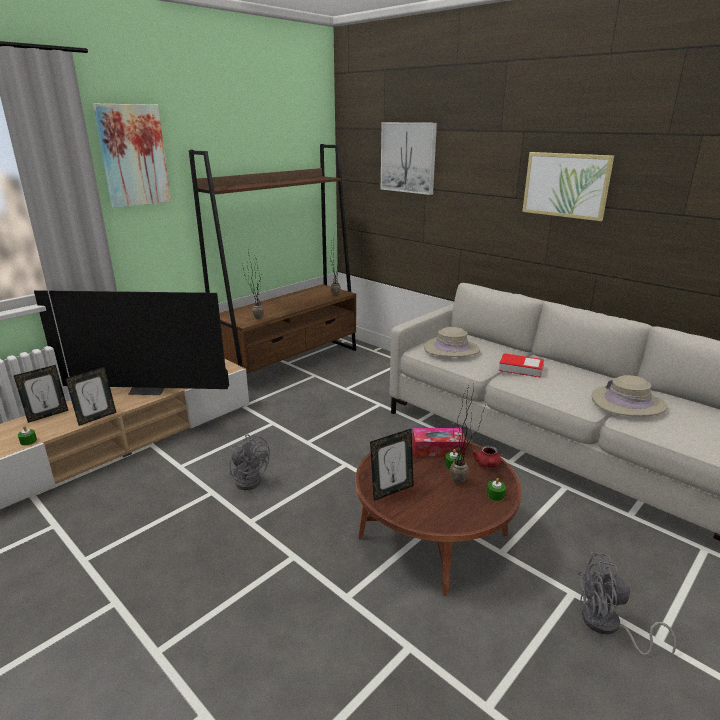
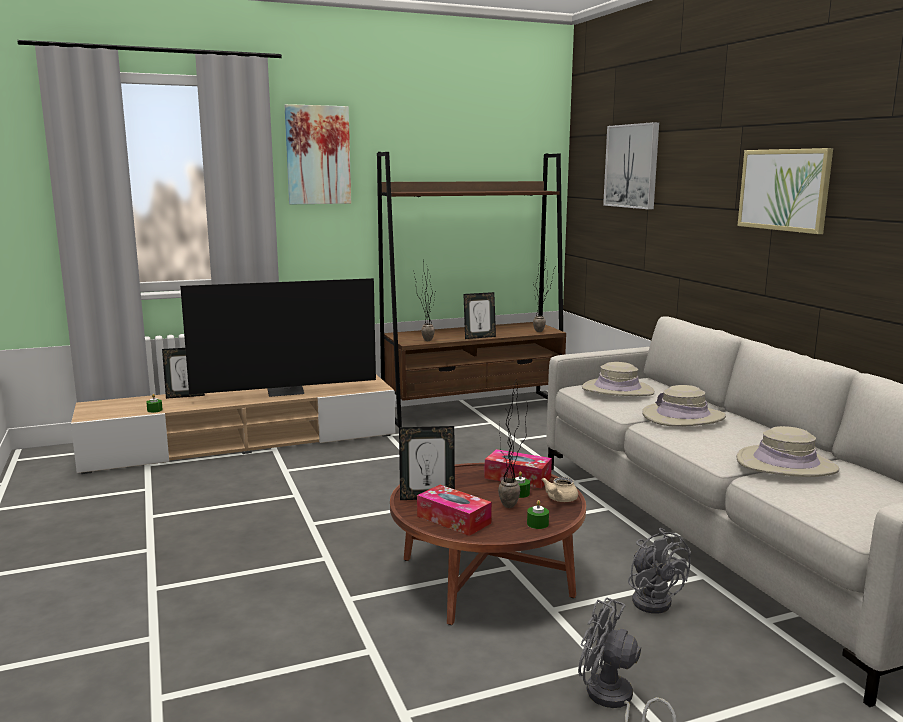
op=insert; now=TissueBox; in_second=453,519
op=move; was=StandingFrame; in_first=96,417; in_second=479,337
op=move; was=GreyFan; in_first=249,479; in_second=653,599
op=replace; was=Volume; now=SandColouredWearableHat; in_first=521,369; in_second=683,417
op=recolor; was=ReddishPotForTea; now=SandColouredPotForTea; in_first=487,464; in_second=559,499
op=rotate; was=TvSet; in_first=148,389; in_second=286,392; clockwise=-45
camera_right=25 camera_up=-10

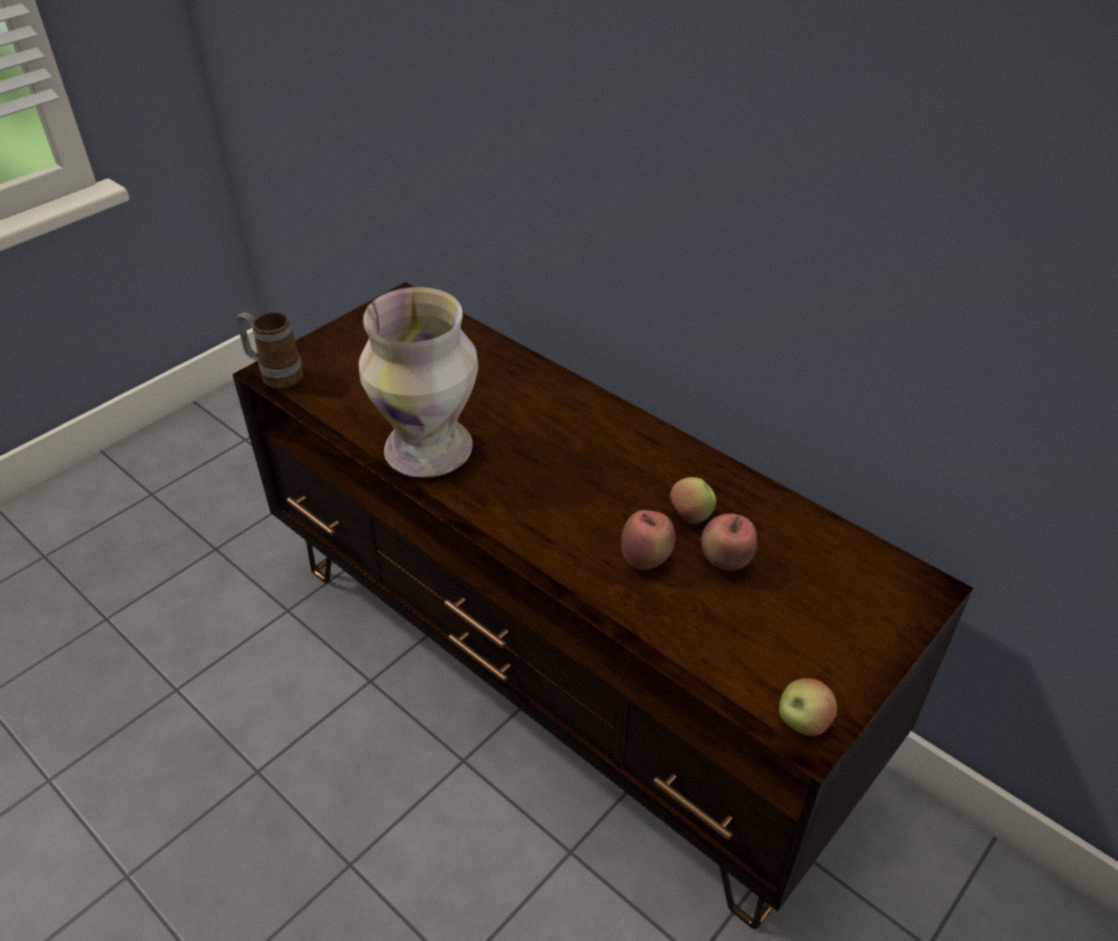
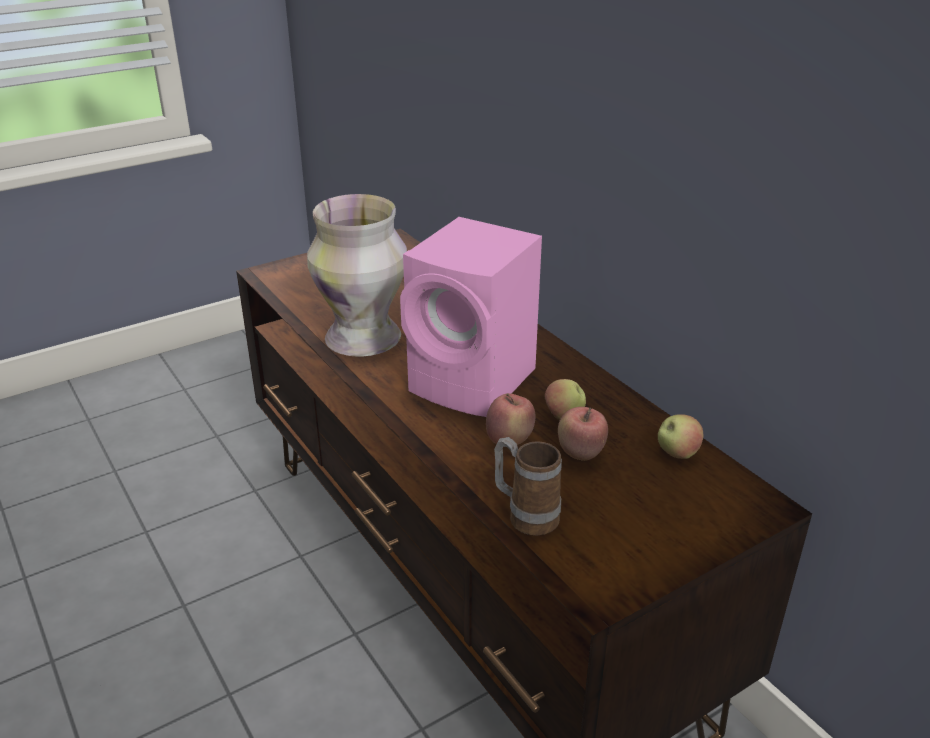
op=insert; now=PinkColouredSpeaker; in_second=476,383
op=move; was=CoffeeMug; in_first=275,375; in_second=525,515
op=move; was=WholeApple; in_first=802,722; in_second=677,453
camera_right=15 camera_up=-10

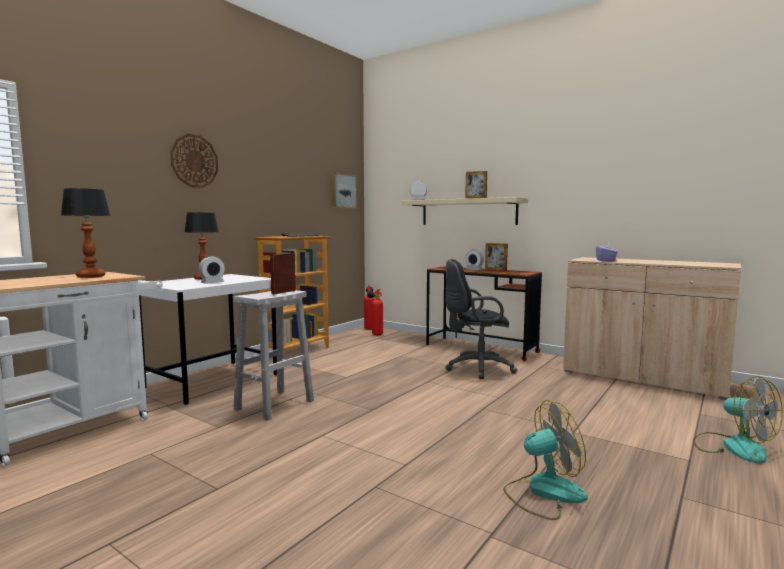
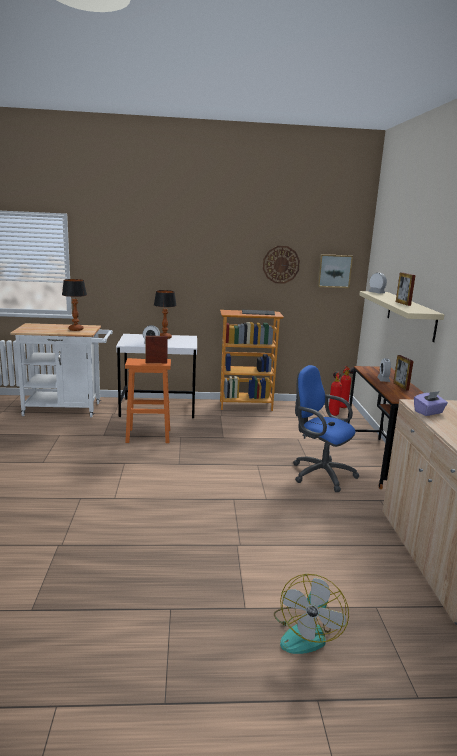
op=delete; was=Fan; in_first=543,492
op=move; was=WallClock; in_first=194,161; in_second=281,264
op=recolor; was=WhiteColouredStool; now=OrangeyStool; in_first=273,405; in_second=147,436
op=recolor; was=BlackColouredOfficeChair; now=BluishOfficeChair; in_first=476,368; in_second=319,474
camera_right=50 camera_up=10

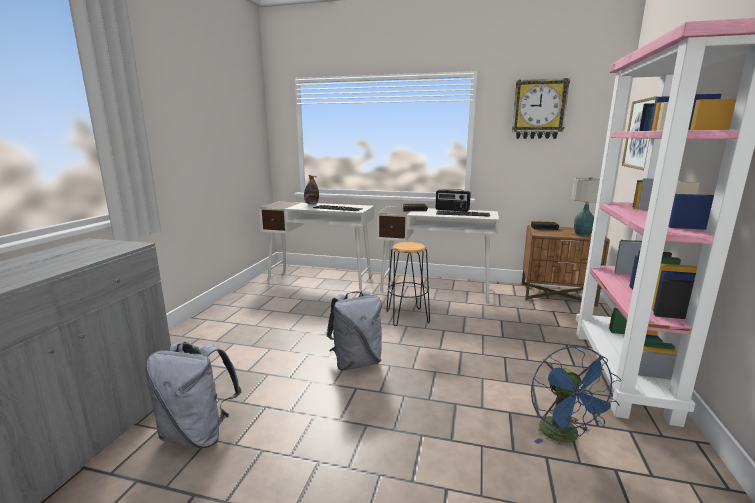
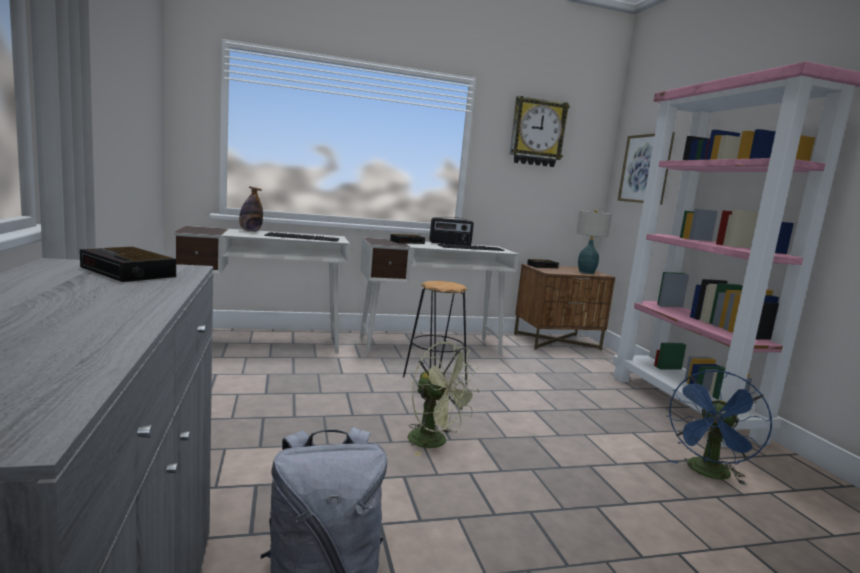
op=insert; now=TableClock; in_second=129,272
op=replace; was=GreyKnapsack; now=GreenishFan; in_first=356,362; in_second=435,442
op=rotate; was=BluishFan; in_first=565,436; in_second=708,474; clockwise=75
camera_right=-30 camera_up=-5

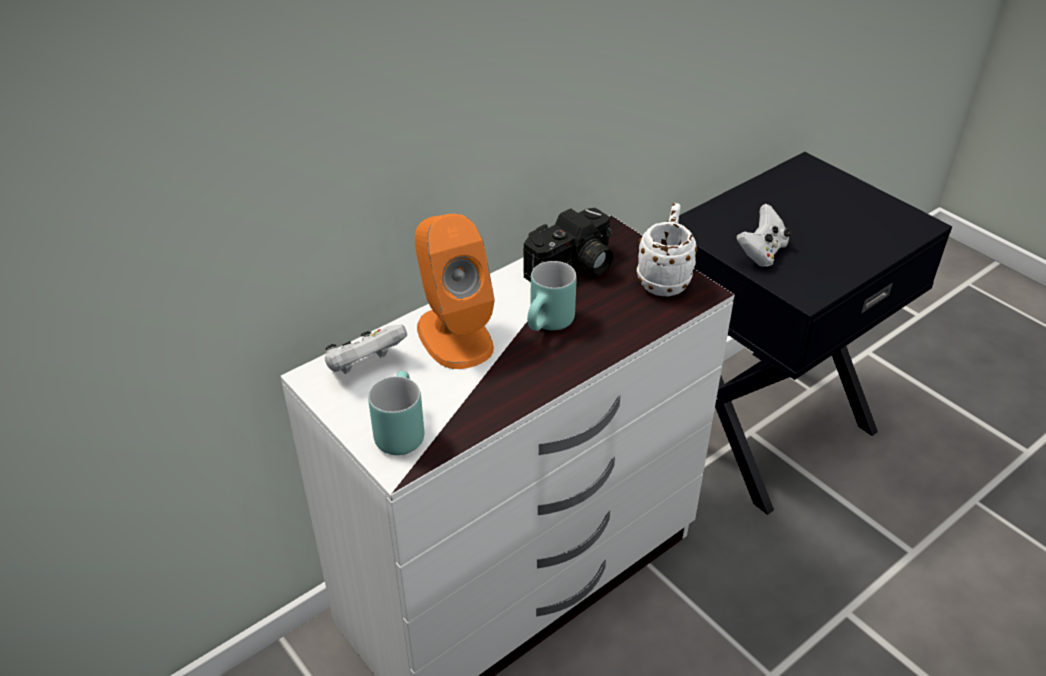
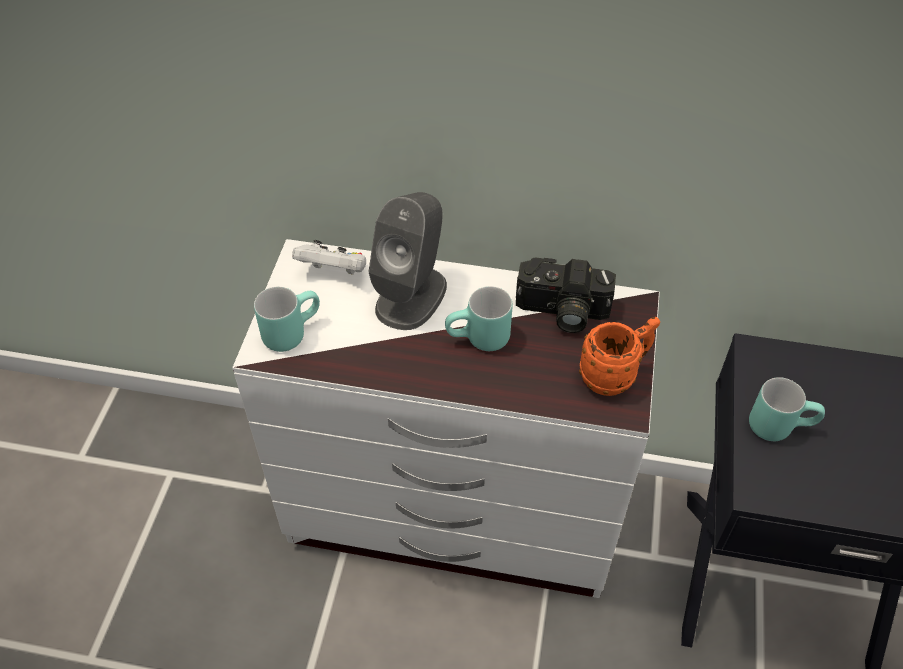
op=replace; was=WhiteColouredGamepad; now=TurquoiseColouredCoffeeMug; in_first=761,253; in_second=779,424
op=recolor; was=OrangeySpeaker; now=GreySpeaker; in_first=454,336; in_second=411,296
op=recolor; was=WhiteColouredCoffeeMug; now=OrangeyCoffeeMug; in_first=664,278; in_second=615,375
camera_right=50 camera_up=10

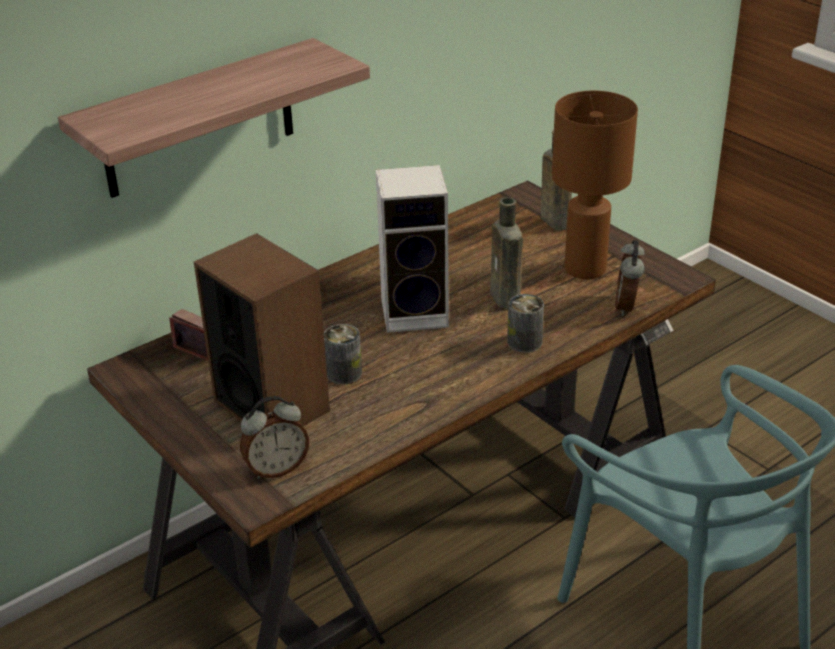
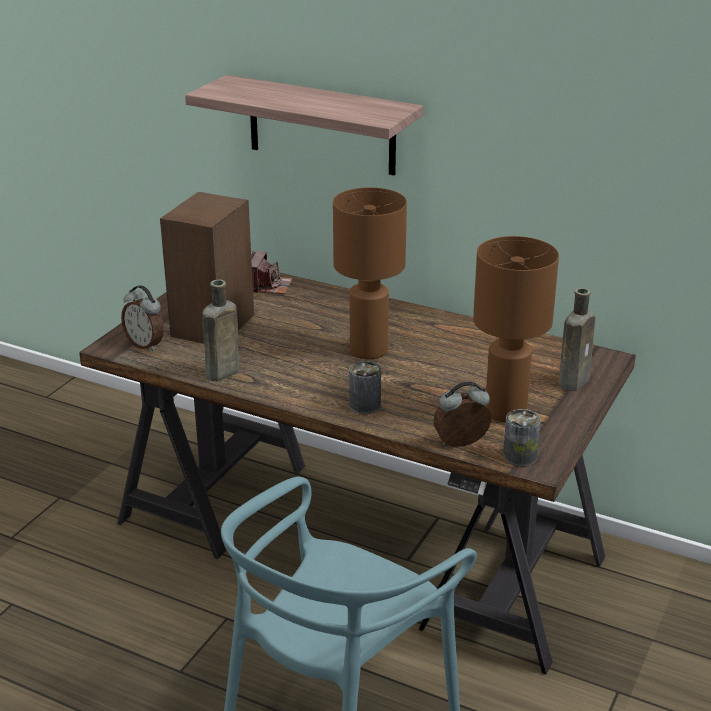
op=move; was=MetalCan; in_first=344,373; in_second=520,456
op=move; was=BrownColouredDrinkBottle; in_first=506,299; in_second=220,374
op=replace; was=Speaker; now=BrownColouredLampForATable; in_first=417,312; in_second=370,351
camera_right=65 camera_up=-5

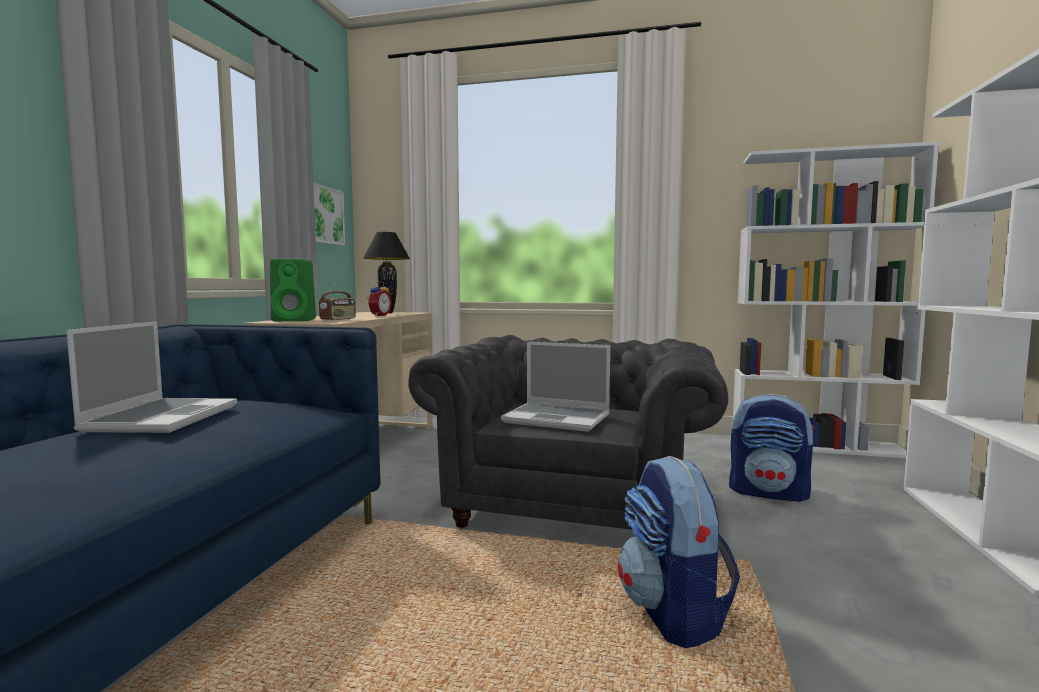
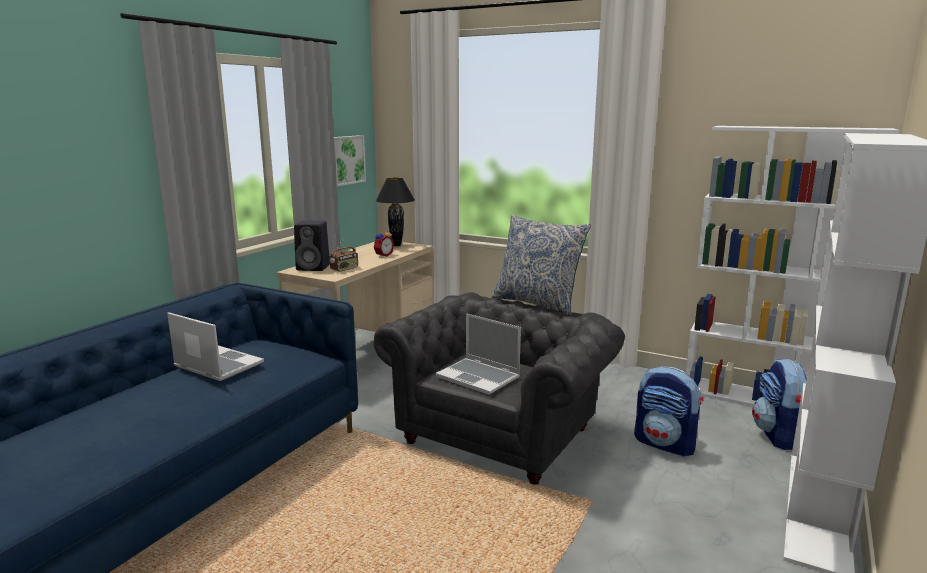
op=insert; now=ThrowPillow; in_second=537,303
op=move; was=Knapsack; in_first=673,614; in_second=780,436
op=recolor; was=GreenishSpeaker; now=BlackColouredSpeaker; in_first=296,320; in_second=314,267
op=rotate; was=Laptop; in_first=162,417; in_second=217,365; clockwise=-75
camera_right=15 camera_up=10

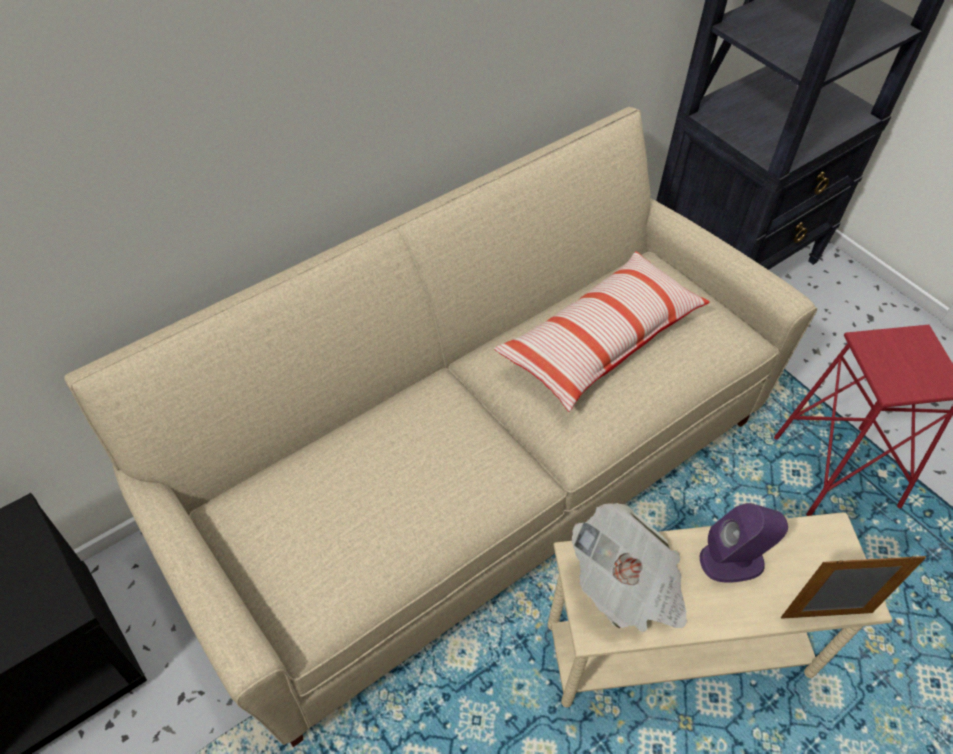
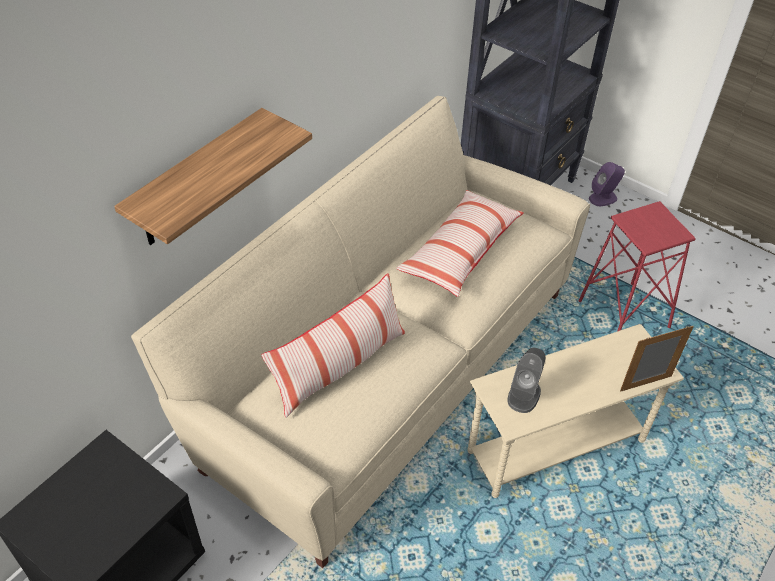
op=insert; now=BracketShelf; in_second=197,180
op=insert; now=ThrowPillow; in_second=339,366
op=move; was=PurplishSpeaker; in_first=733,560; in_second=603,198
op=replace; was=DailyPaper; now=GreySpeaker; in_first=628,586; in_second=524,394
camera_right=-15 camera_up=-5

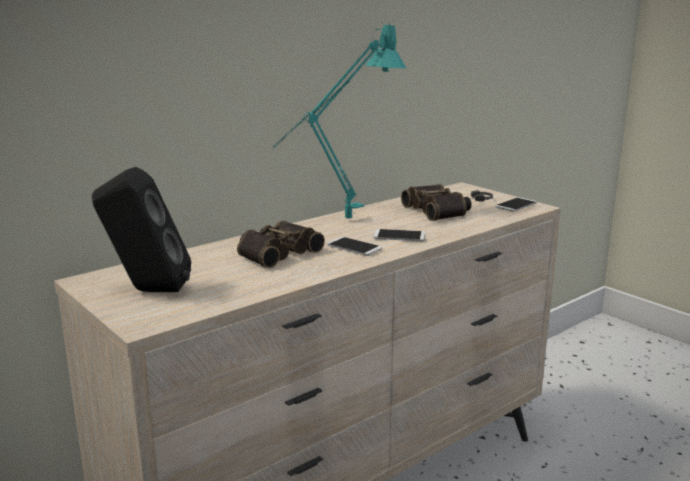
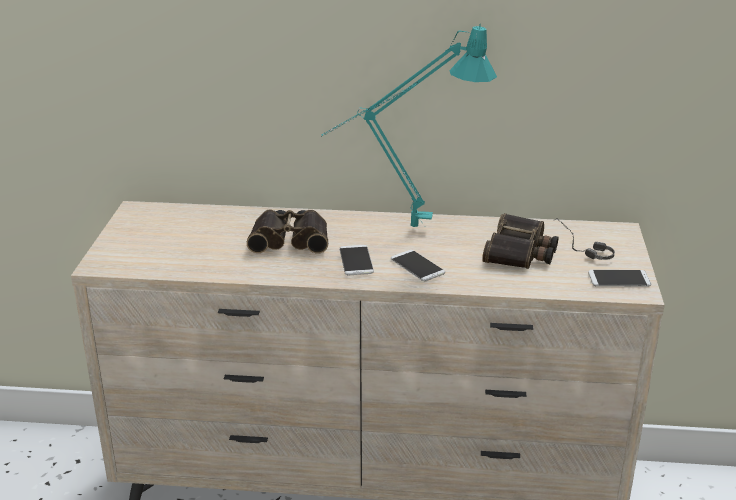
op=delete; was=BlackColouredSpeaker; in_first=146,291
camera_right=45 camera_up=10

